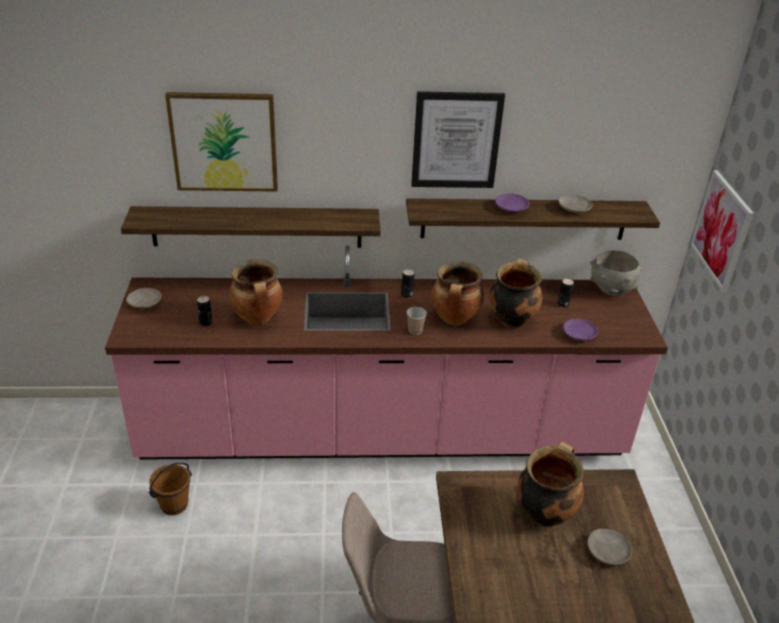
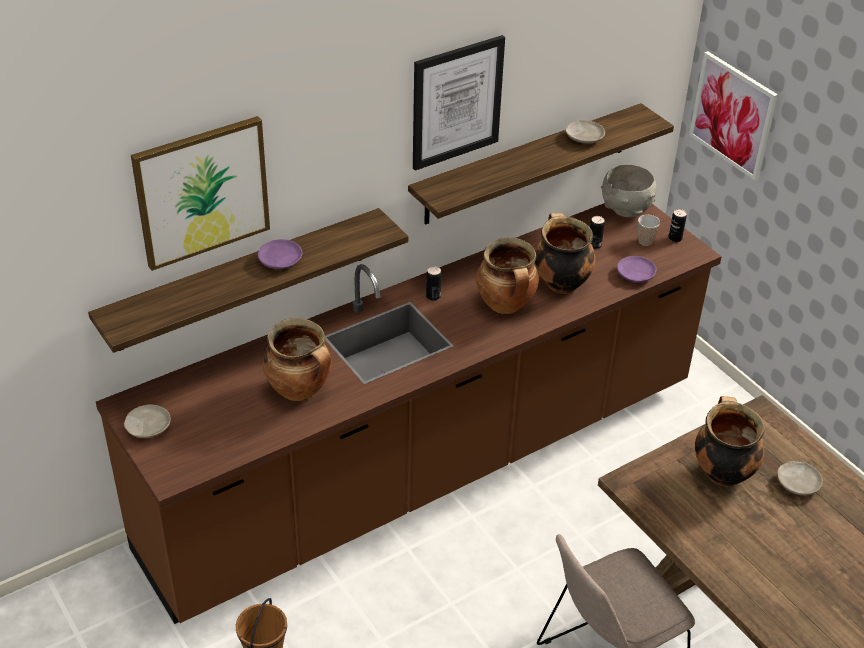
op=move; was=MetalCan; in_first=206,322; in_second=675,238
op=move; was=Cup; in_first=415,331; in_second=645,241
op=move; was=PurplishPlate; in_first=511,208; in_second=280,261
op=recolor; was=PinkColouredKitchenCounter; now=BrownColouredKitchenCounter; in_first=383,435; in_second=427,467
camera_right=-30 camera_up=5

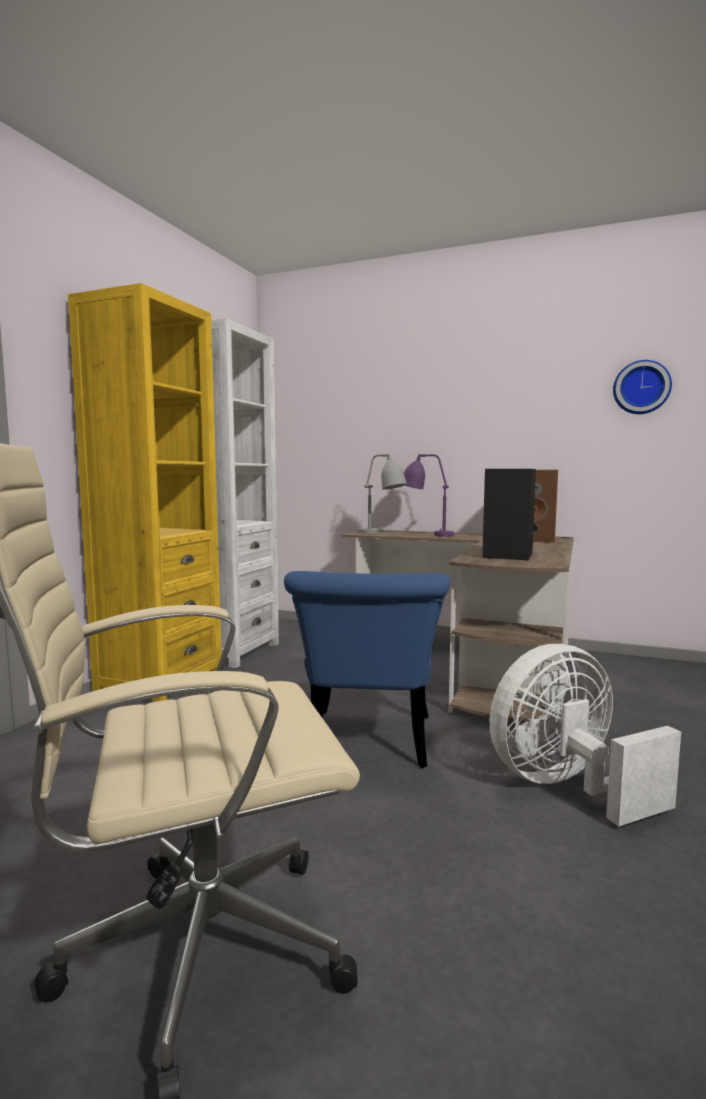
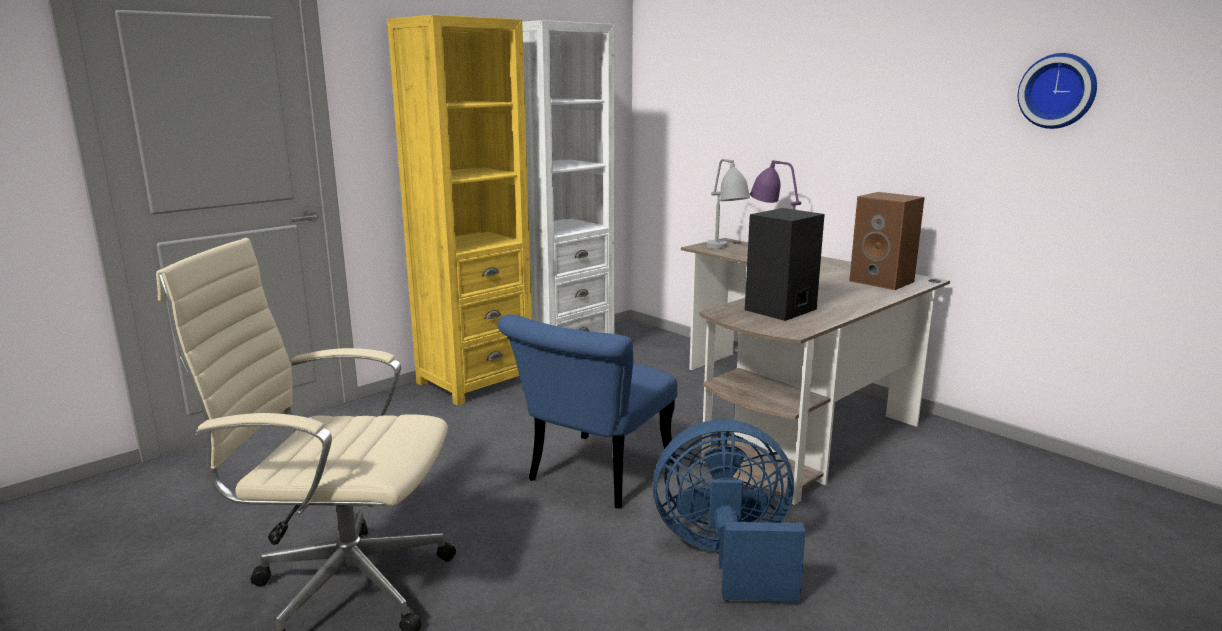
op=recolor; was=WhiteColouredFan; now=BluishFan; in_first=567,787; in_second=726,557
camera_right=25 camera_up=10

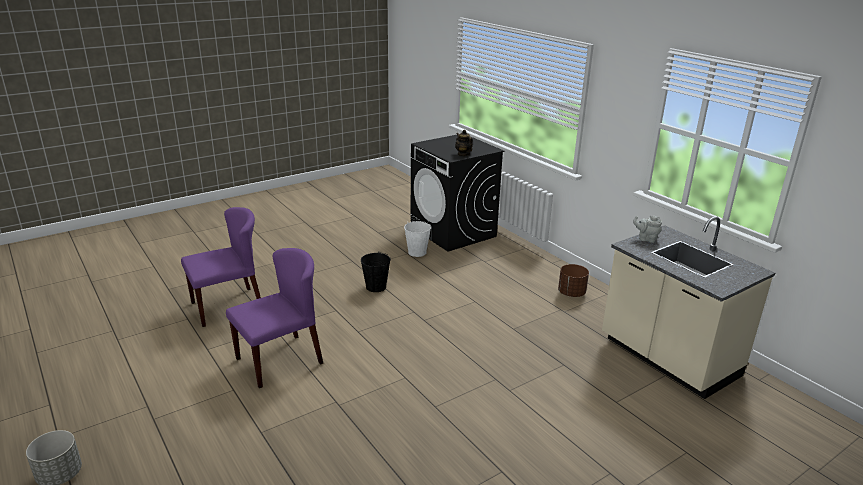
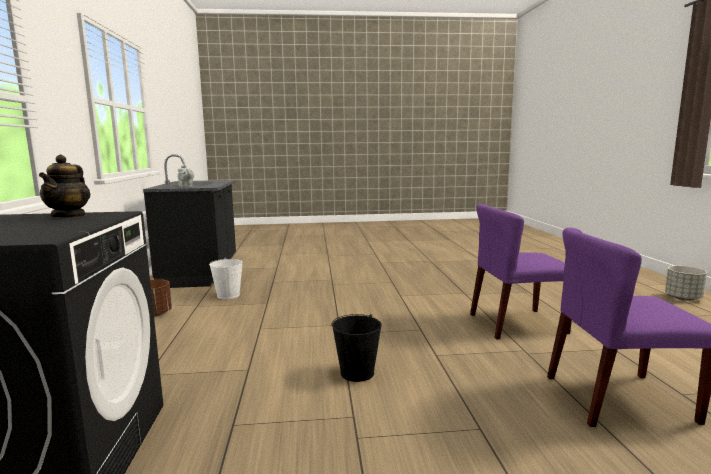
op=move; was=WhiteColouredWaterBucket; in_first=417,252; in_second=228,295
op=recolor; was=SandColouredKitchenCounter; now=BlackColouredKitchenCounter; in_first=667,358; in_second=201,273
camera_right=-150 camera_up=-15

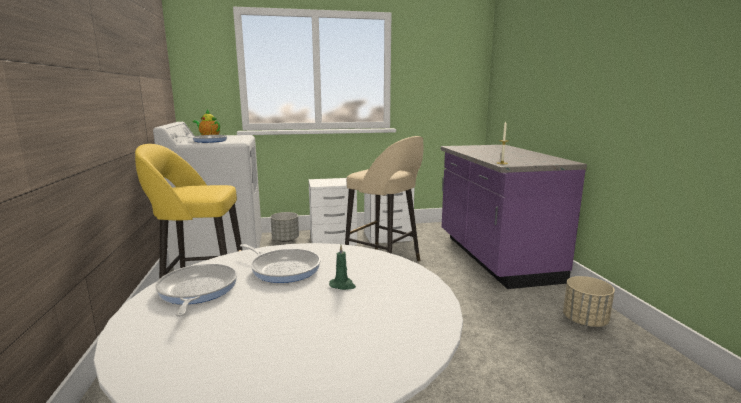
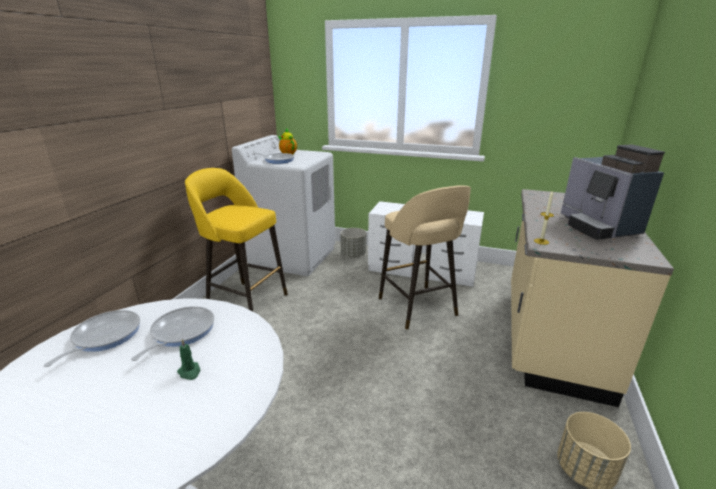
op=insert; now=CoffeeMaker; in_second=597,227
op=recolor; was=PurplishKitchenCounter; now=SandColouredKitchenCounter; in_first=494,258; in_second=550,337
op=rotate; was=FryingPan; in_first=283,268; in_second=180,332; clockwise=-135
camera_right=30 camera_up=10

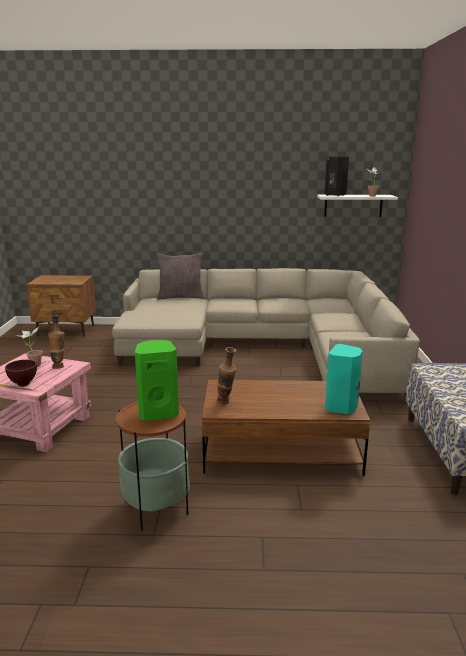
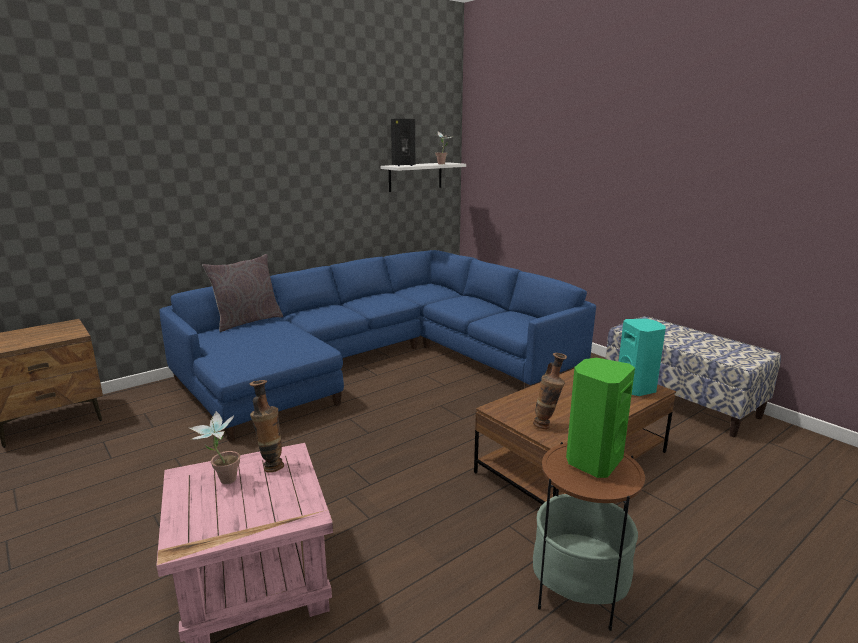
op=delete; was=BrownColouredBowl; in_first=24,384
op=recolor; was=SandColouredCouch; now=BluishCouch; in_first=264,348; in_second=379,361
camera_right=-40 camera_up=0

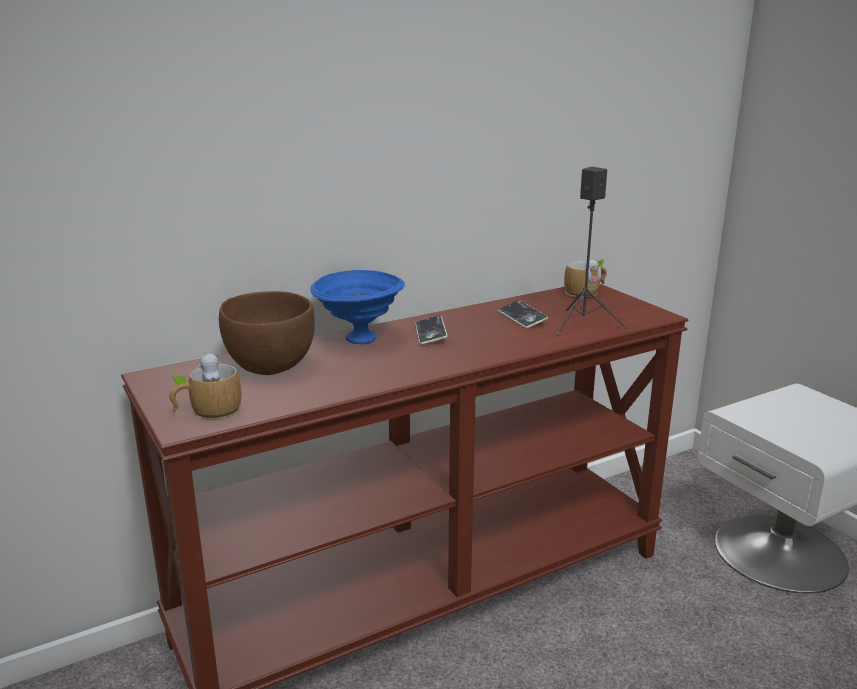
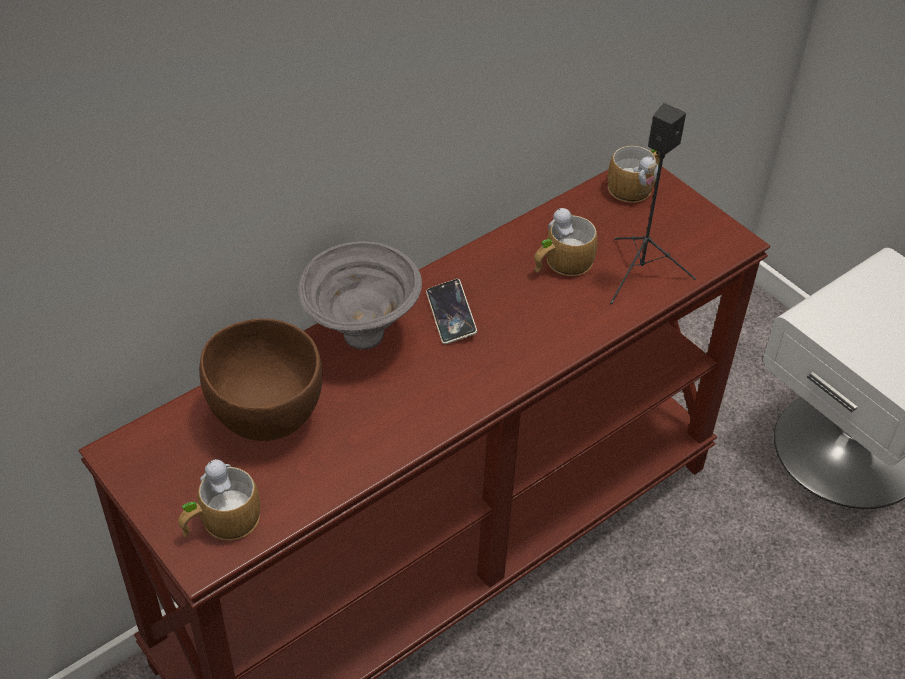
op=replace; was=Handset; now=CoffeeMug; in_first=522,318; in_second=561,263
op=recolor; was=BluishBowl; now=GreyBowl; in_first=359,339; in_second=362,337
camera_right=-10 camera_up=25

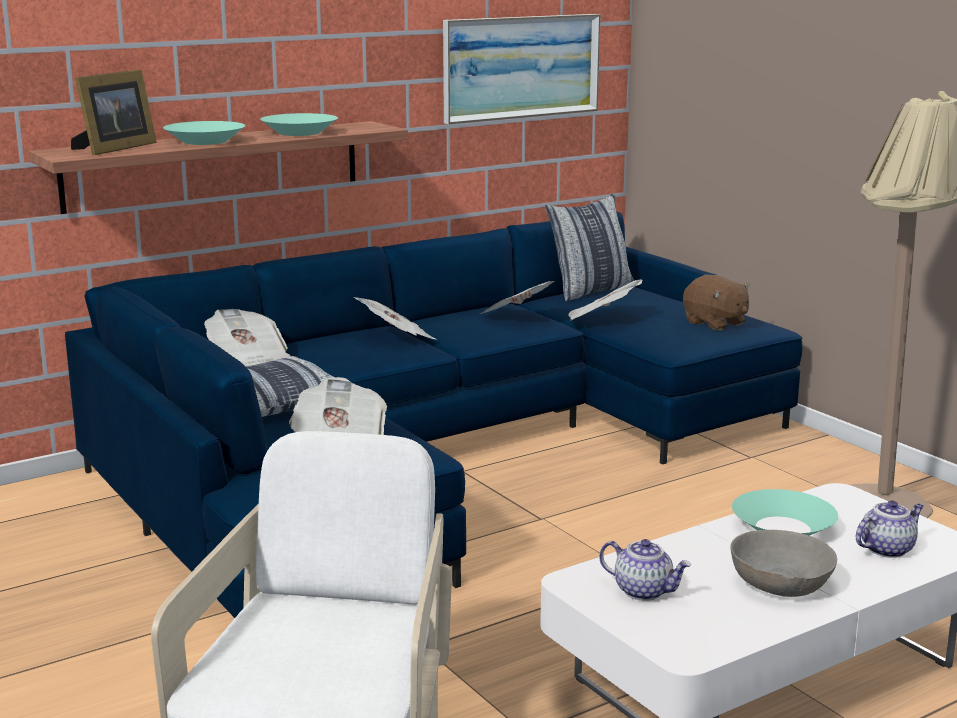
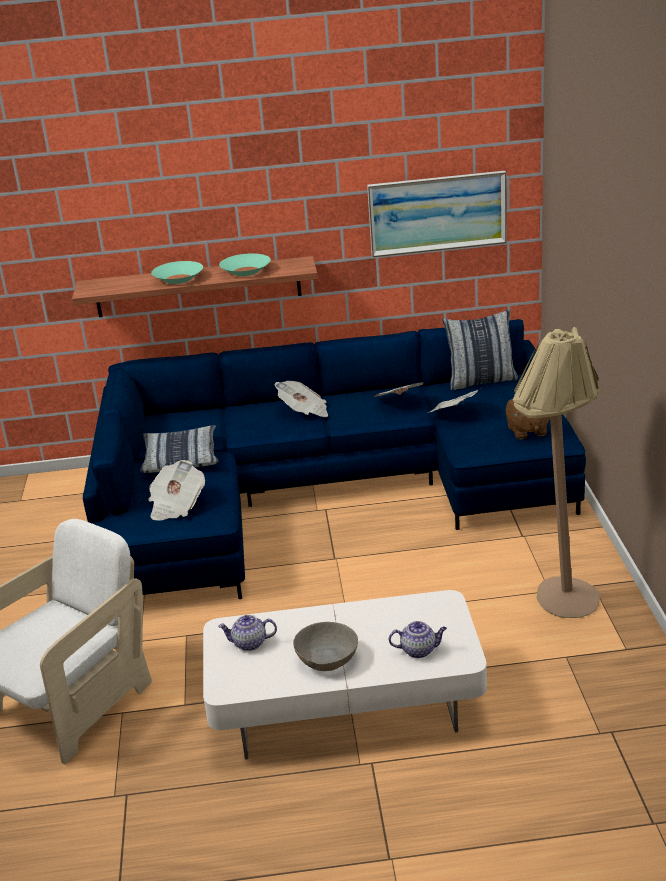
op=delete; was=StandingFrame; in_first=114,148
op=delete; was=DailyPaper; in_first=248,362
op=delete; was=TurquoiseColouredBowl; in_first=783,527
op=rotate; was=PotForTea; in_first=644,591; in_second=249,643; clockwise=120
camera_right=30 camera_up=10

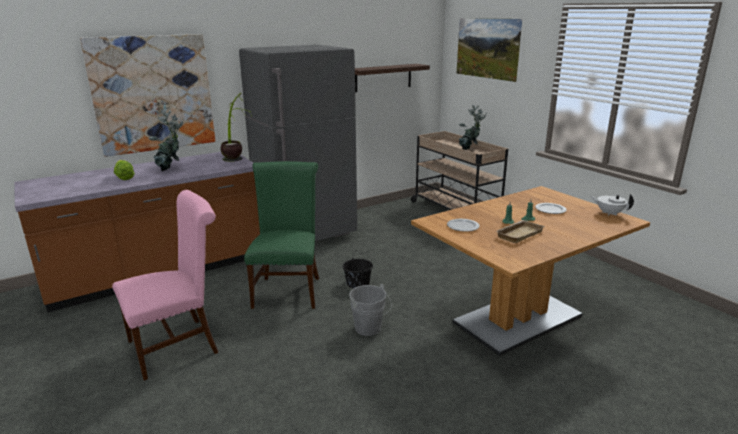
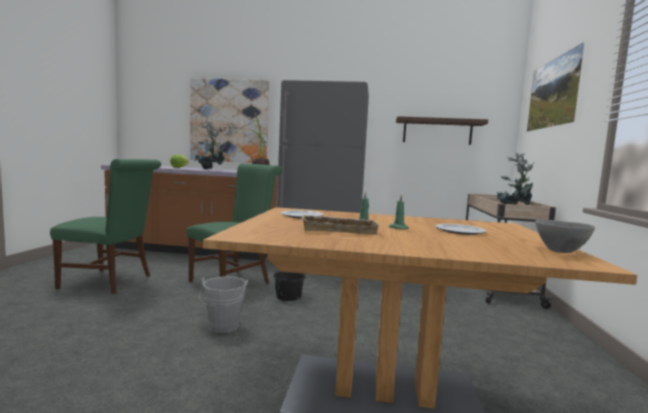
op=replace; was=WhiteColouredPotForTea; now=GreyBowl; in_first=609,213; in_second=560,251
op=recolor; was=PinkColouredPlainChair; now=GreenishPlainChair; in_first=179,345; in_second=111,281
camera_right=40 camera_up=-15

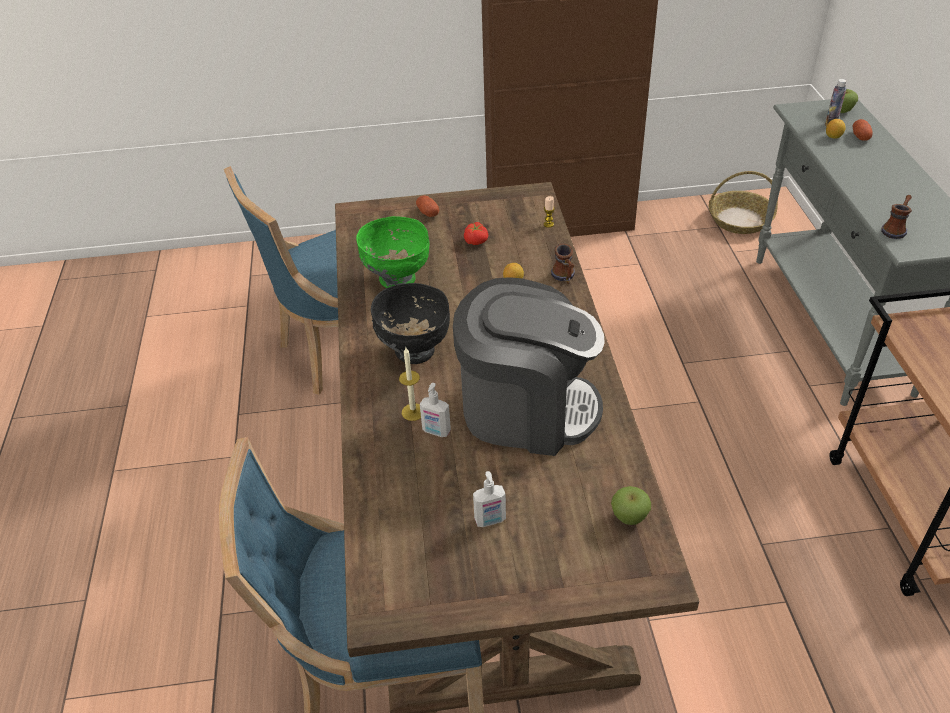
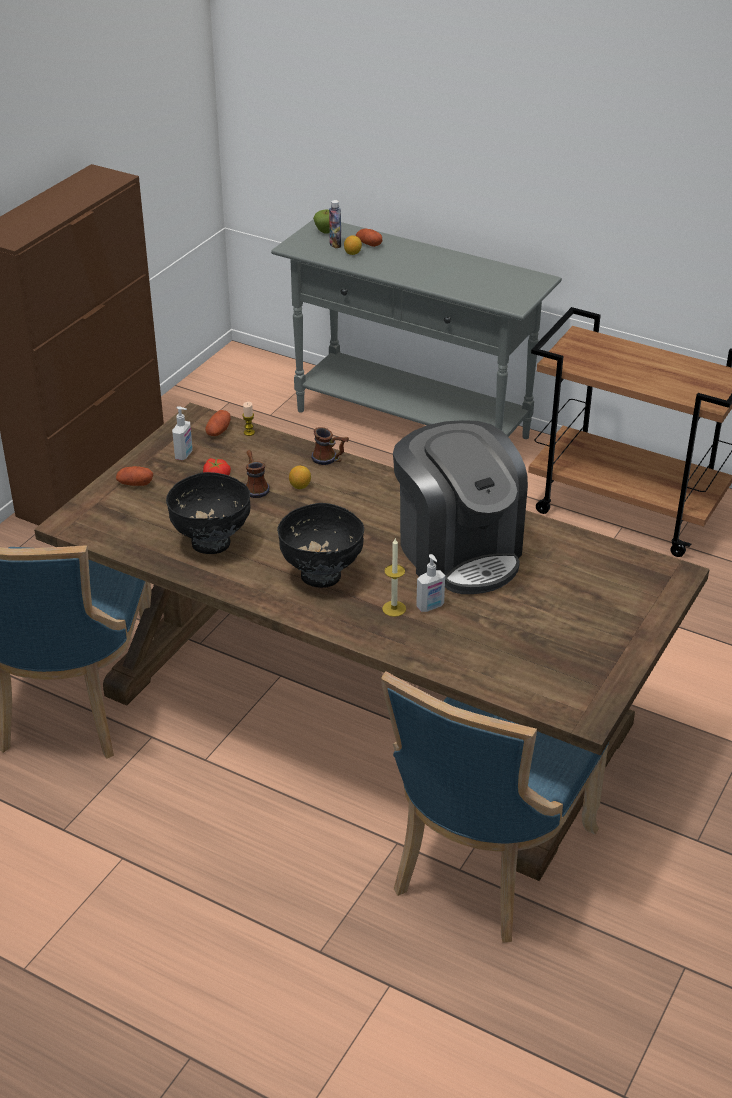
op=delete; was=WholeApple; in_first=629,517
op=delete; was=HouseholdBasket; in_first=739,220
op=insert; now=Spud; in_second=218,431
op=move; was=SoapBottle; in_first=490,520; in_second=184,455
op=move; was=CoffeeMug; in_first=895,229; in_second=255,487
op=recolor; was=GreenishBowl; now=BlackColouredBowl; in_first=397,280; in_second=211,543
op=rotate; was=CoffeeMaker; in_first=527,409; in_second=458,552; clockwise=105
camera_right=-55 camera_up=-5

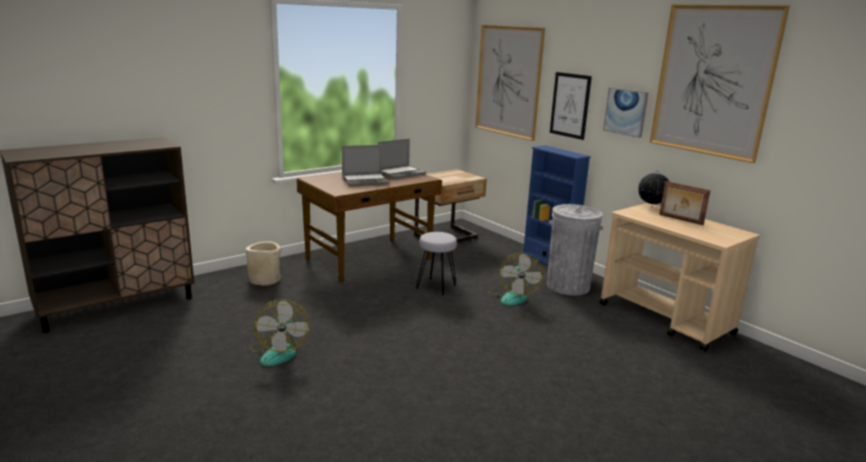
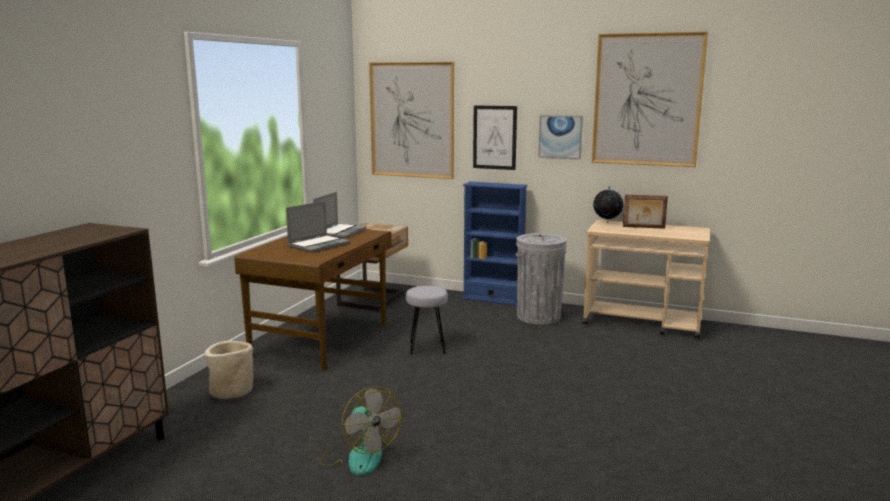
op=delete; was=Fan; in_first=513,296
camera_right=-30 camera_up=-5

